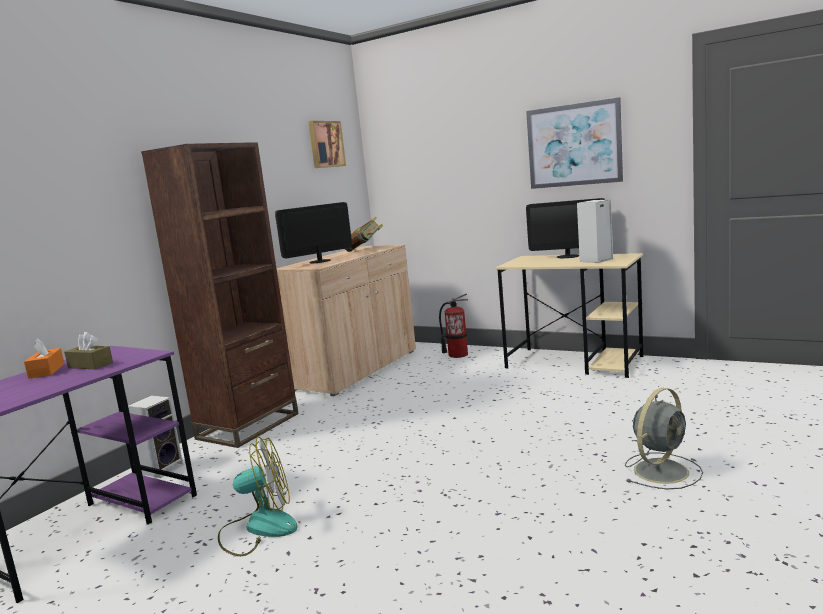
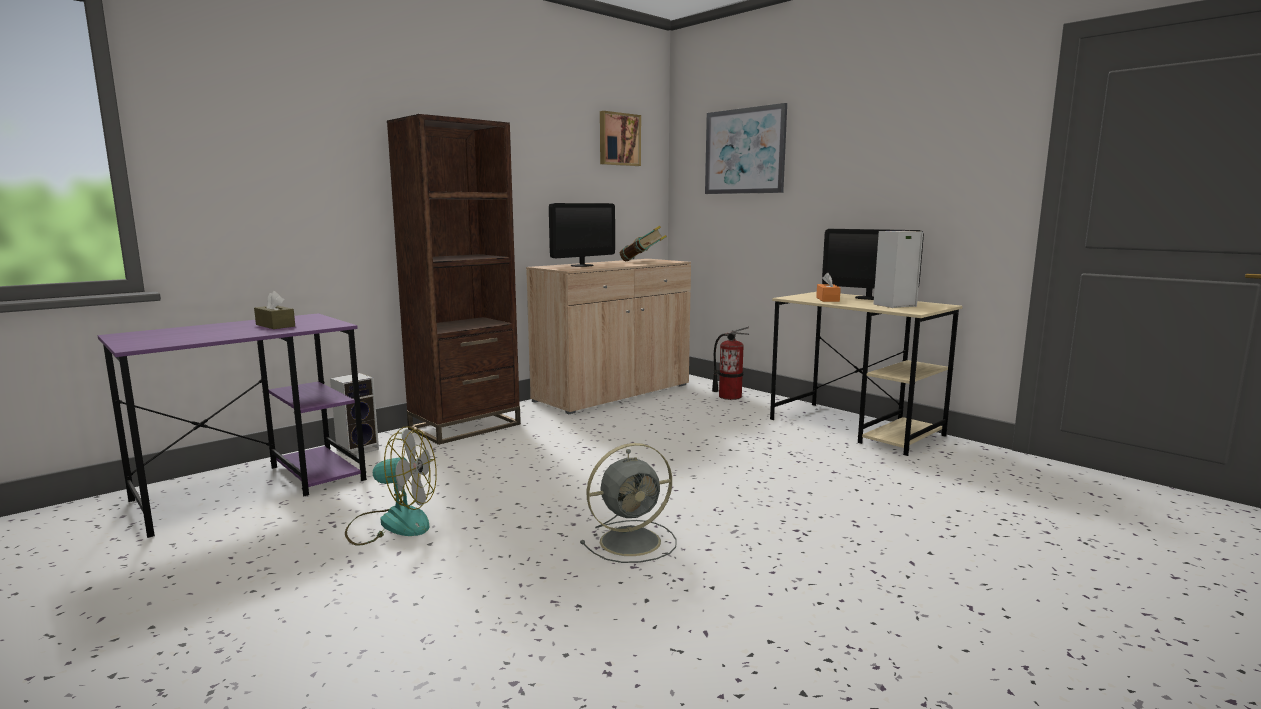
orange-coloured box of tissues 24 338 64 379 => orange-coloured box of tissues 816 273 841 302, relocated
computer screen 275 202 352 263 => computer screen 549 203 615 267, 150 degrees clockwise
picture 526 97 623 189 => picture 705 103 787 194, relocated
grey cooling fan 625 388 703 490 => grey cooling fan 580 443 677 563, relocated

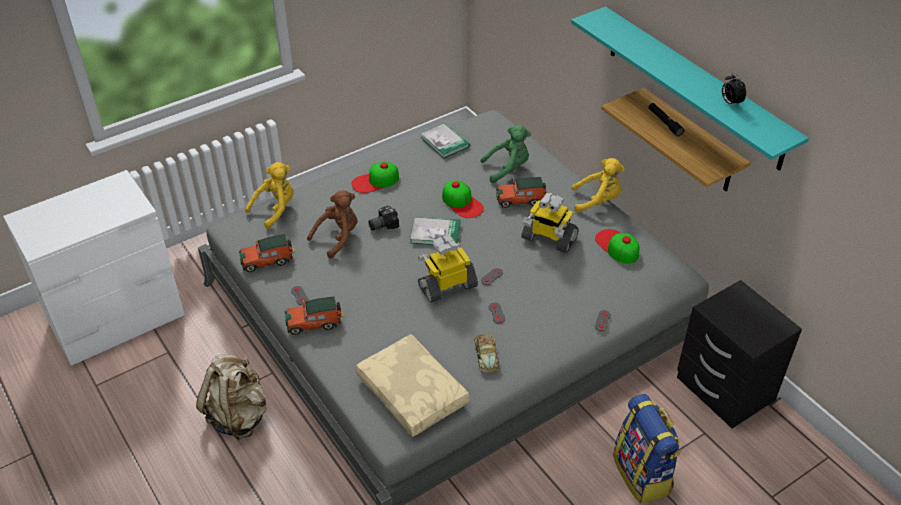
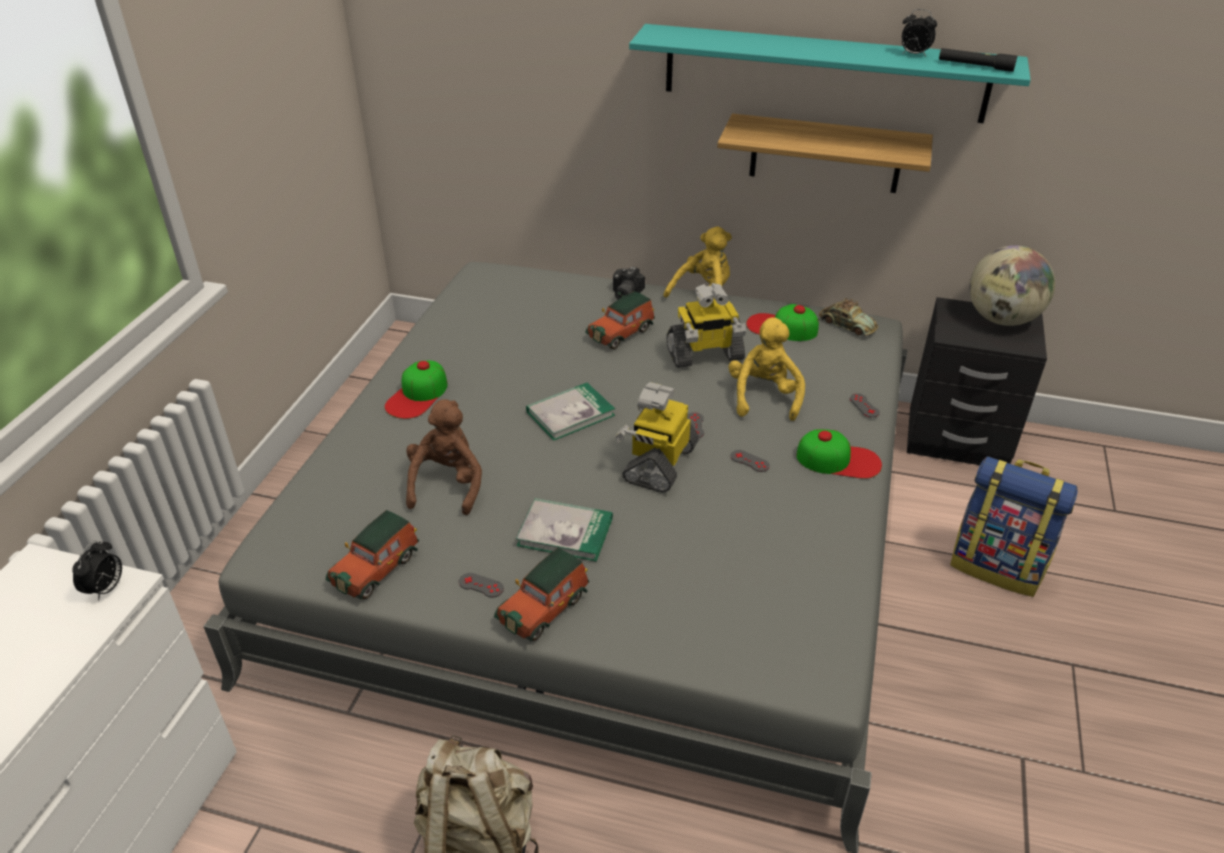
yellow cuddly toy 245 162 294 229 => yellow cuddly toy 729 317 805 421, relocated
sand-coloured throw pillow 355 334 470 437 => nothing
still camera 368 206 399 230 => still camera 613 267 645 300, relocated
bound book 420 123 470 159 => bound book 516 498 613 561, relocated
baseball cap 442 180 484 218 => baseball cap 796 429 882 479, relocated
miniature car 474 334 499 372 => miniature car 819 298 878 336, relocated
greenish cuddly toy 480 125 531 183 => nothing
black hand torch 648 103 684 136 => black hand torch 939 48 1017 72, relocated
nothing => alarm clock 72 540 122 601
nothing => world globe 969 245 1055 326

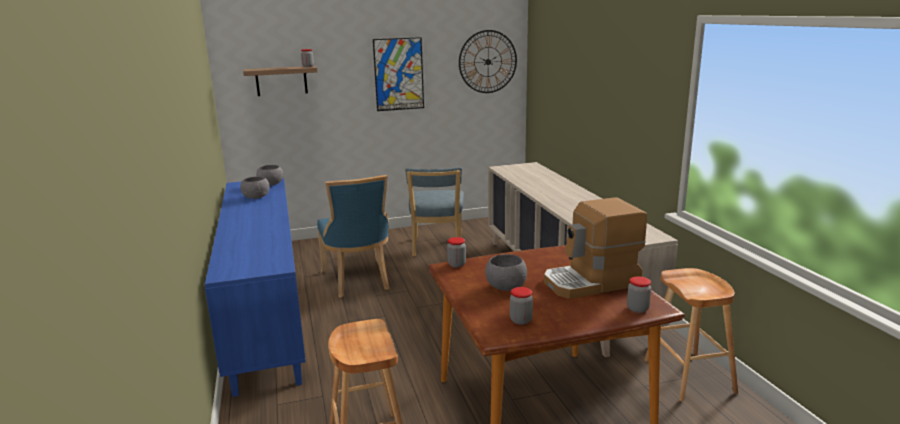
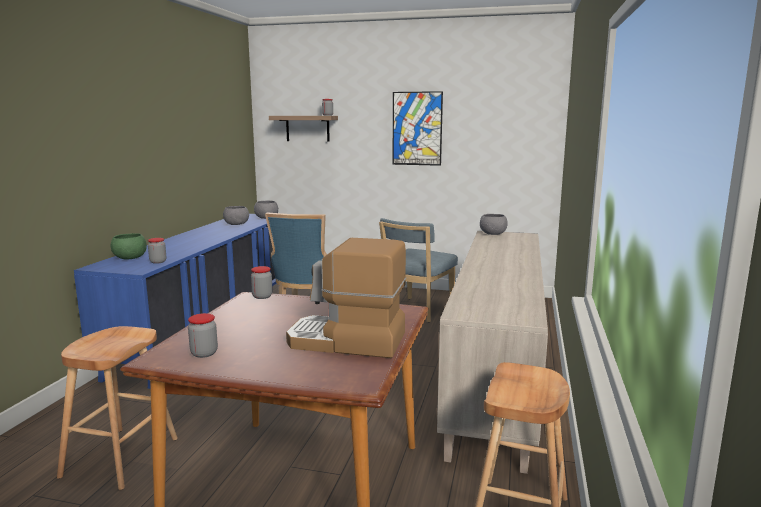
clock on the wall 459 30 517 93 => nothing
grey serving bowl 485 254 527 291 => grey serving bowl 480 214 508 235, relocated
preserve jar 627 276 651 313 => preserve jar 148 238 166 264, relocated
nothing => greenish serving bowl 111 233 147 260

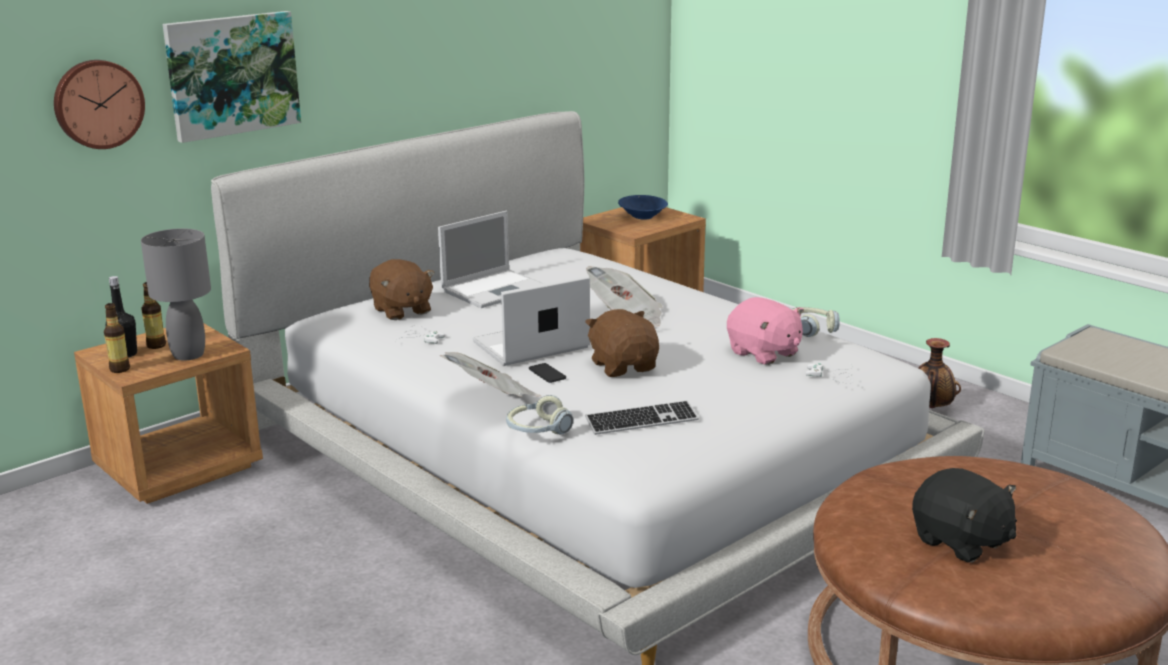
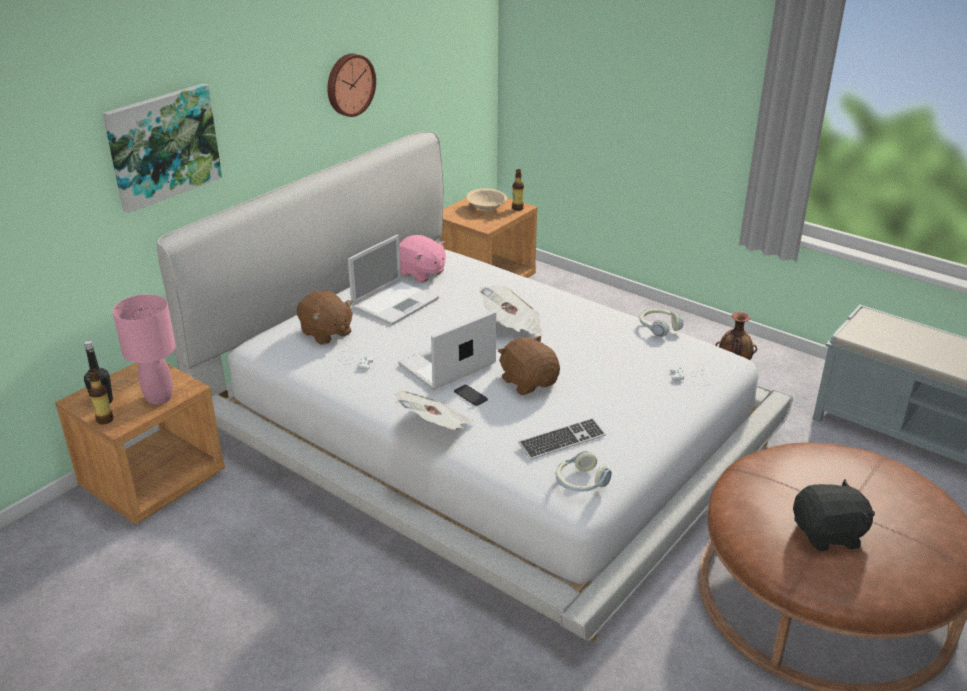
clock on the wall 54 60 145 149 => clock on the wall 327 53 376 117, relocated
grey lamp for a table 141 228 211 361 => pink lamp for a table 112 294 176 405
drink bottle 141 282 166 349 => drink bottle 512 169 524 211, relocated
pair of headphones 506 395 573 434 => pair of headphones 556 451 612 492, relocated
blue-coloured serving bowl 618 195 668 220 => sand-coloured serving bowl 466 189 507 212
pink cuddly toy 727 297 804 365 => pink cuddly toy 399 235 446 282, relocated
black cuddly toy 912 468 1017 563 => black cuddly toy 793 479 875 551, 45 degrees counterclockwise

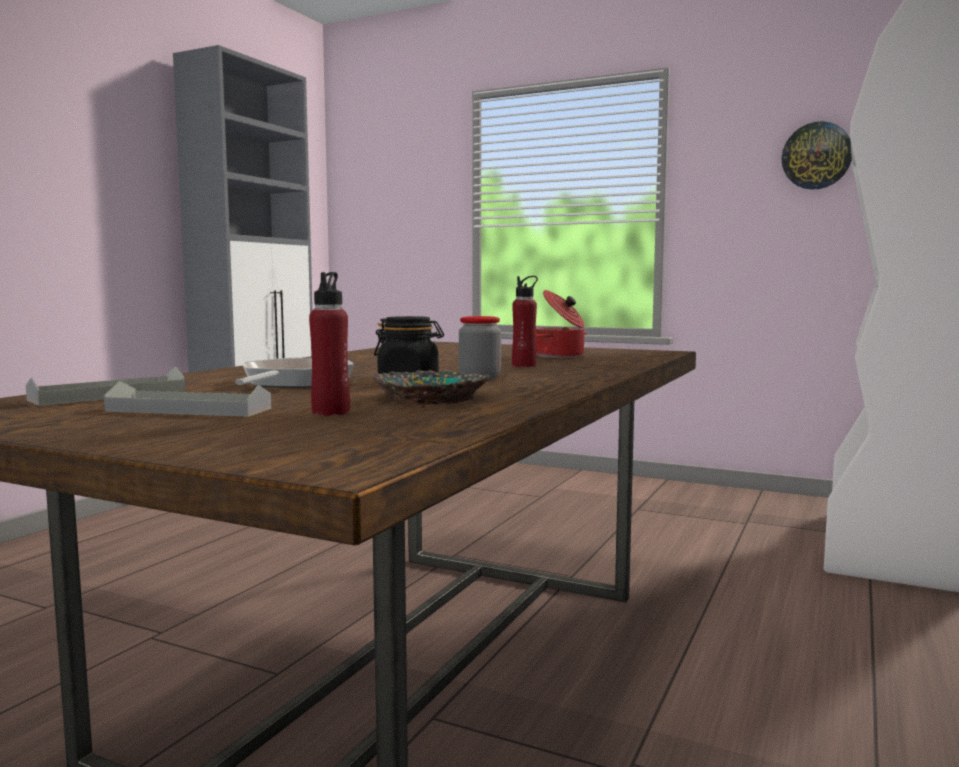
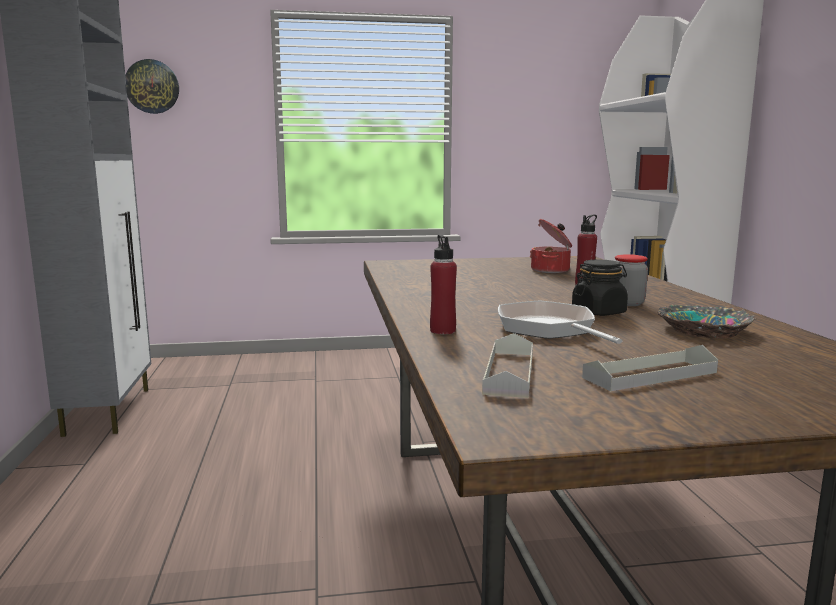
red drink bottle 309 272 350 416 => red drink bottle 430 235 457 334, relocated
clock on the wall 782 121 852 190 => clock on the wall 125 59 179 114, relocated

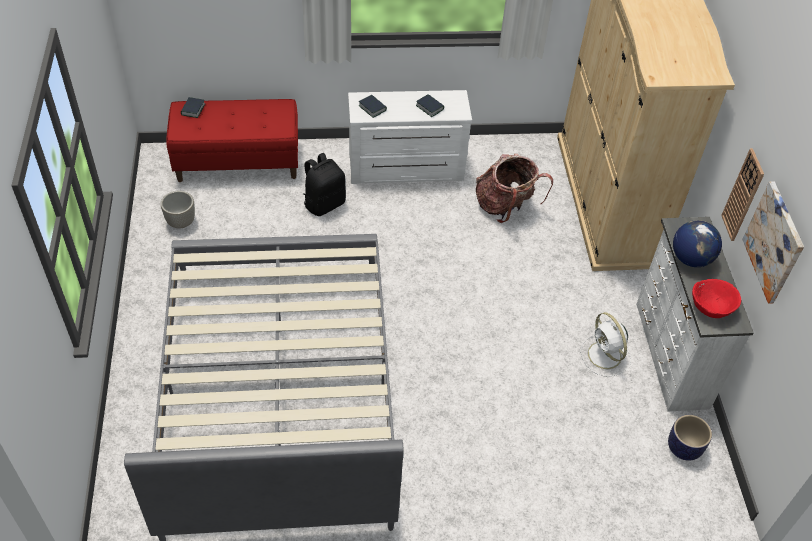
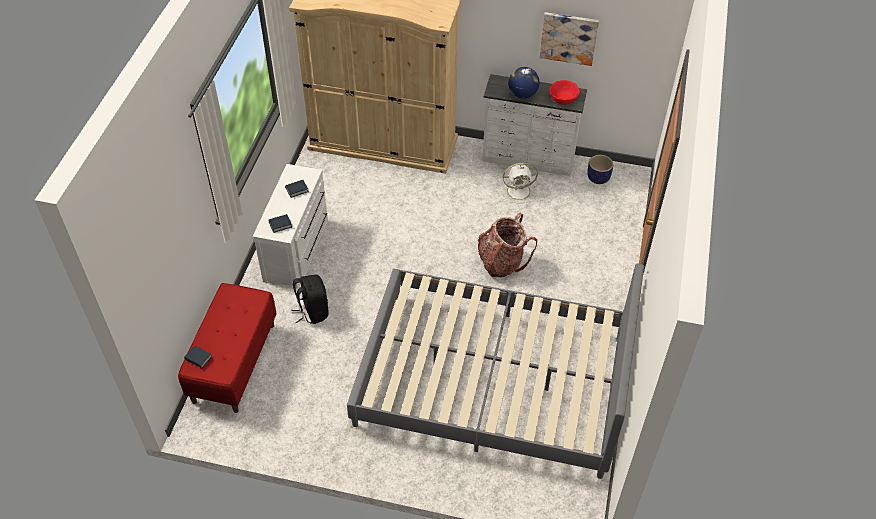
grey planter 161 191 195 228 => nothing
knapsack 476 154 553 223 => knapsack 478 213 537 278, relocated
clock on the wall 721 148 764 241 => nothing

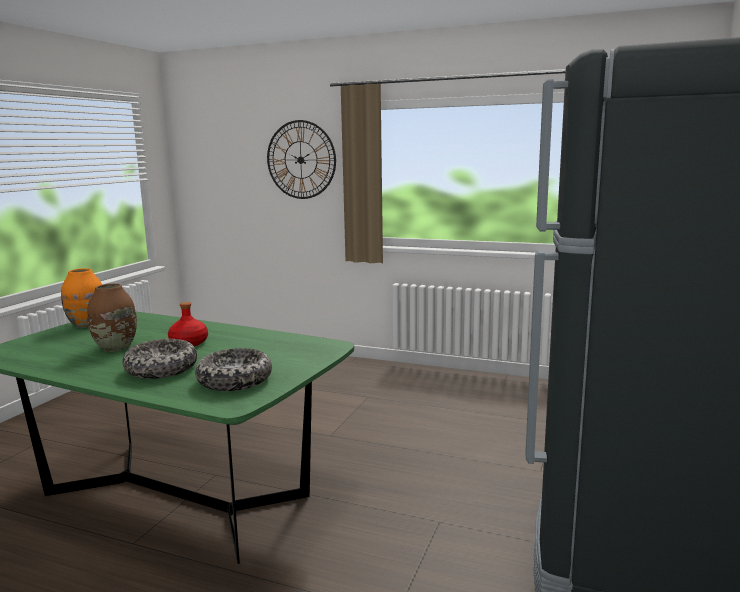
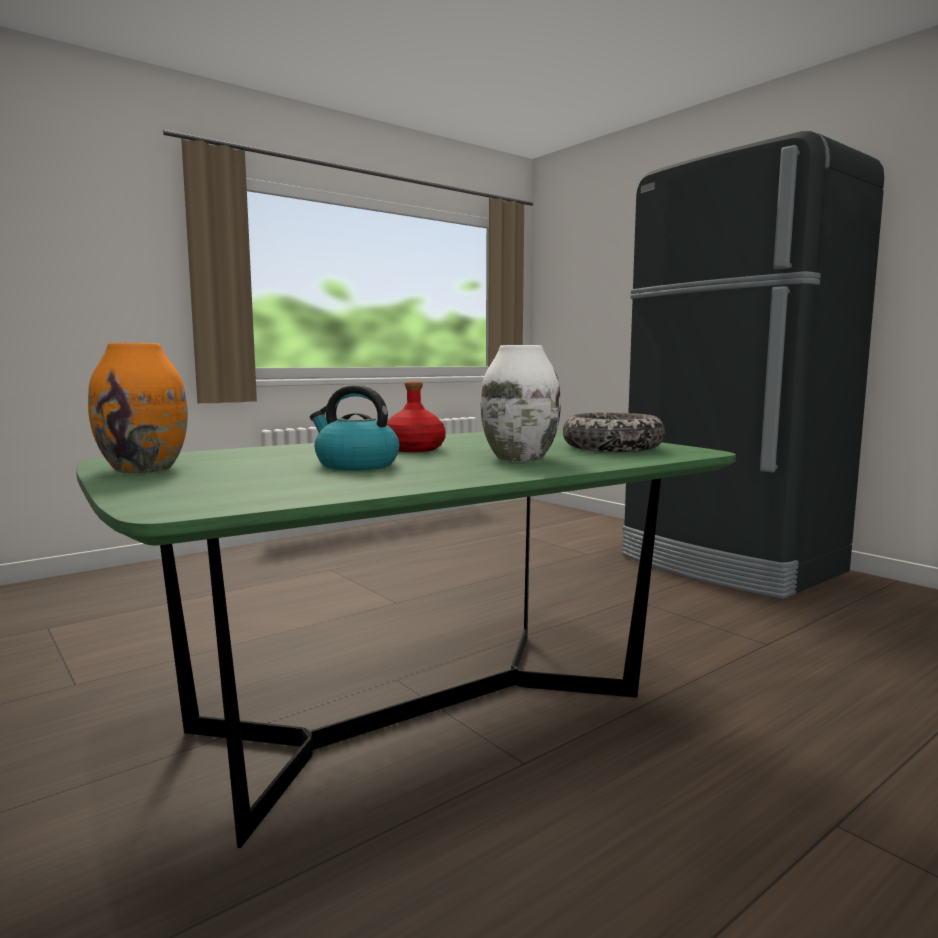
brown vase 87 284 137 352 => water kettle 310 385 399 470
serving bowl 122 339 197 379 => white vase 480 345 561 462
clock on the wall 267 120 336 199 => nothing

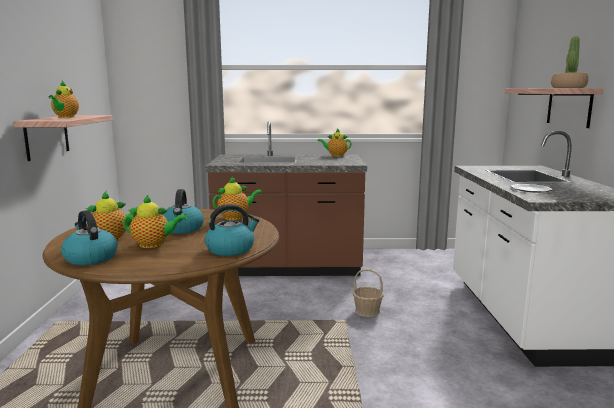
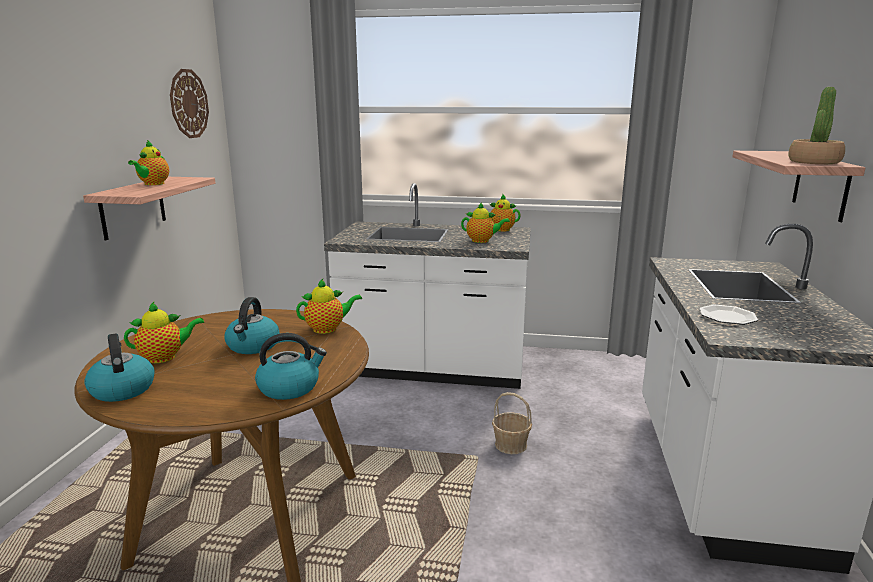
tea pot 123 195 187 248 => tea pot 461 203 510 243, relocated
brown counter 206 121 367 276 => white counter 324 183 531 389
nothing => clock on the wall 170 69 209 138

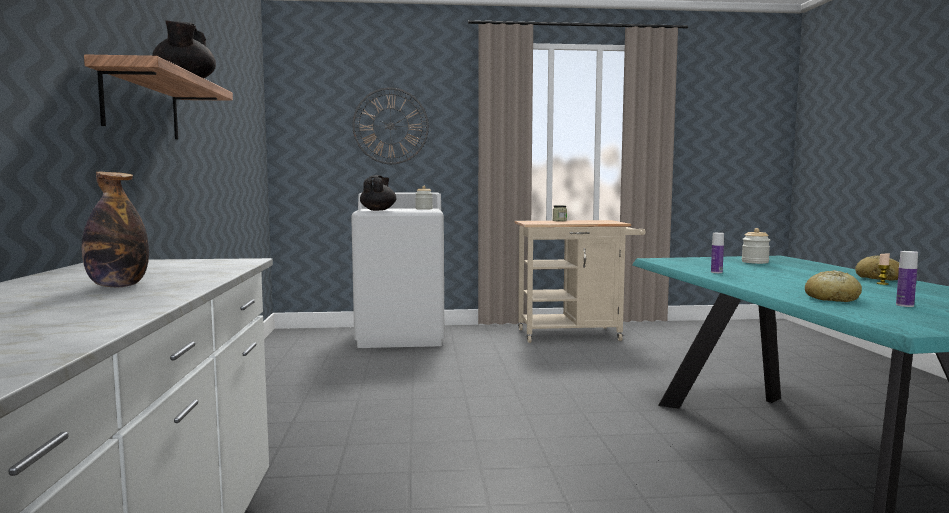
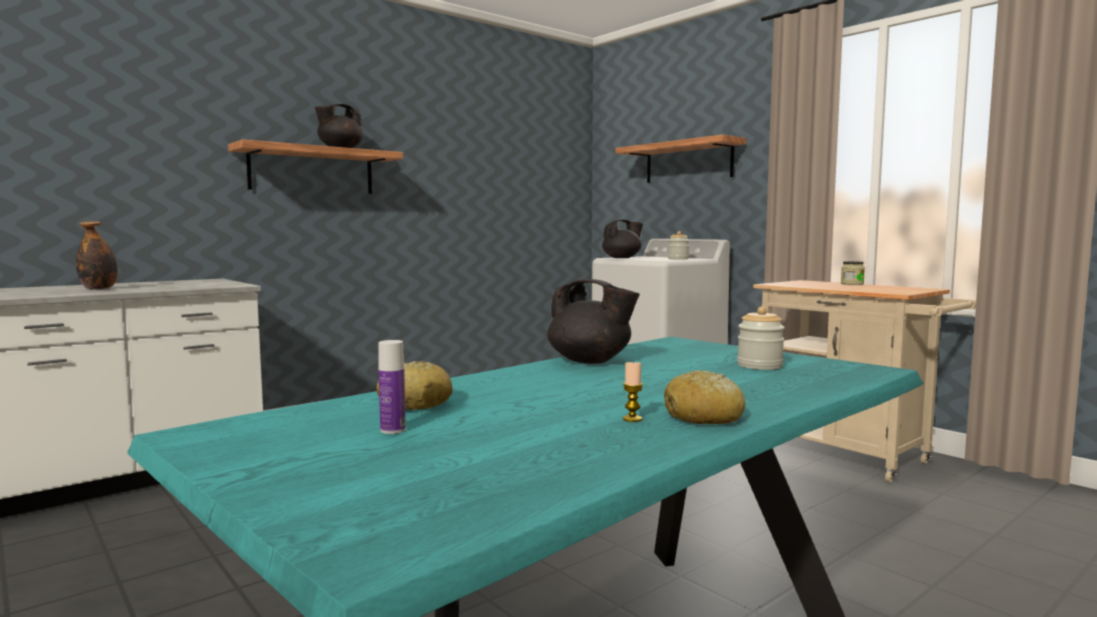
clock on the wall 352 88 429 164 => bracket shelf 616 135 746 183
drink bottle 711 233 724 273 => black tea pot 547 279 640 364

